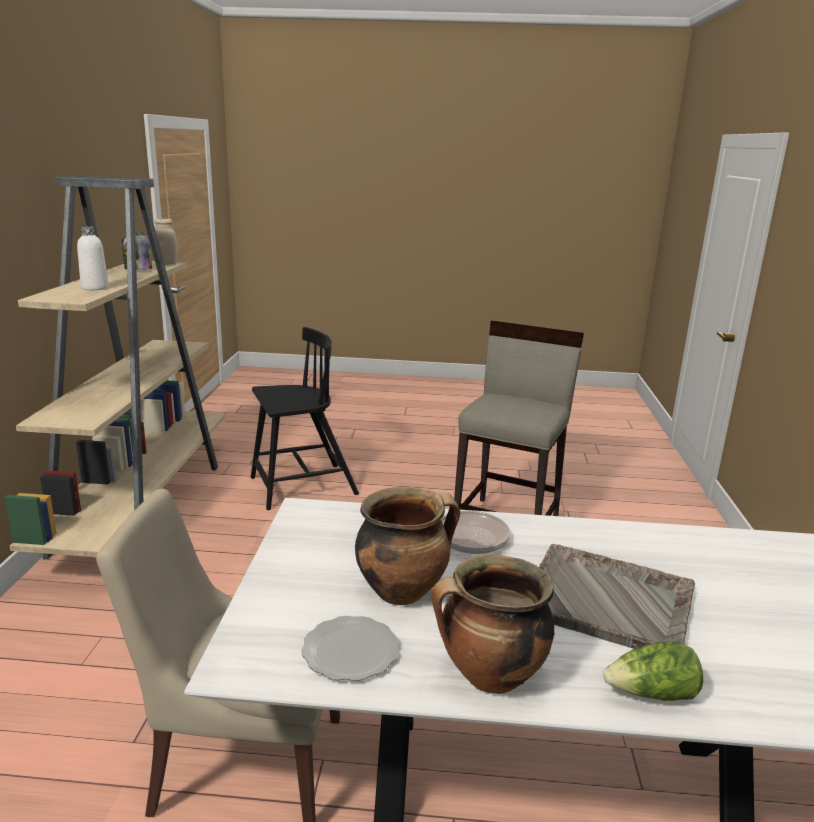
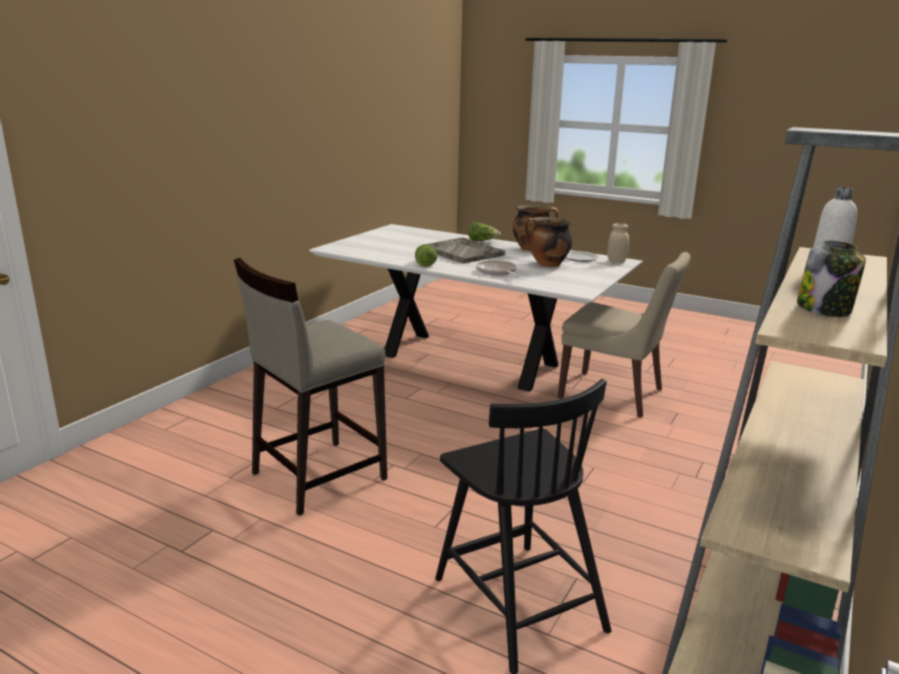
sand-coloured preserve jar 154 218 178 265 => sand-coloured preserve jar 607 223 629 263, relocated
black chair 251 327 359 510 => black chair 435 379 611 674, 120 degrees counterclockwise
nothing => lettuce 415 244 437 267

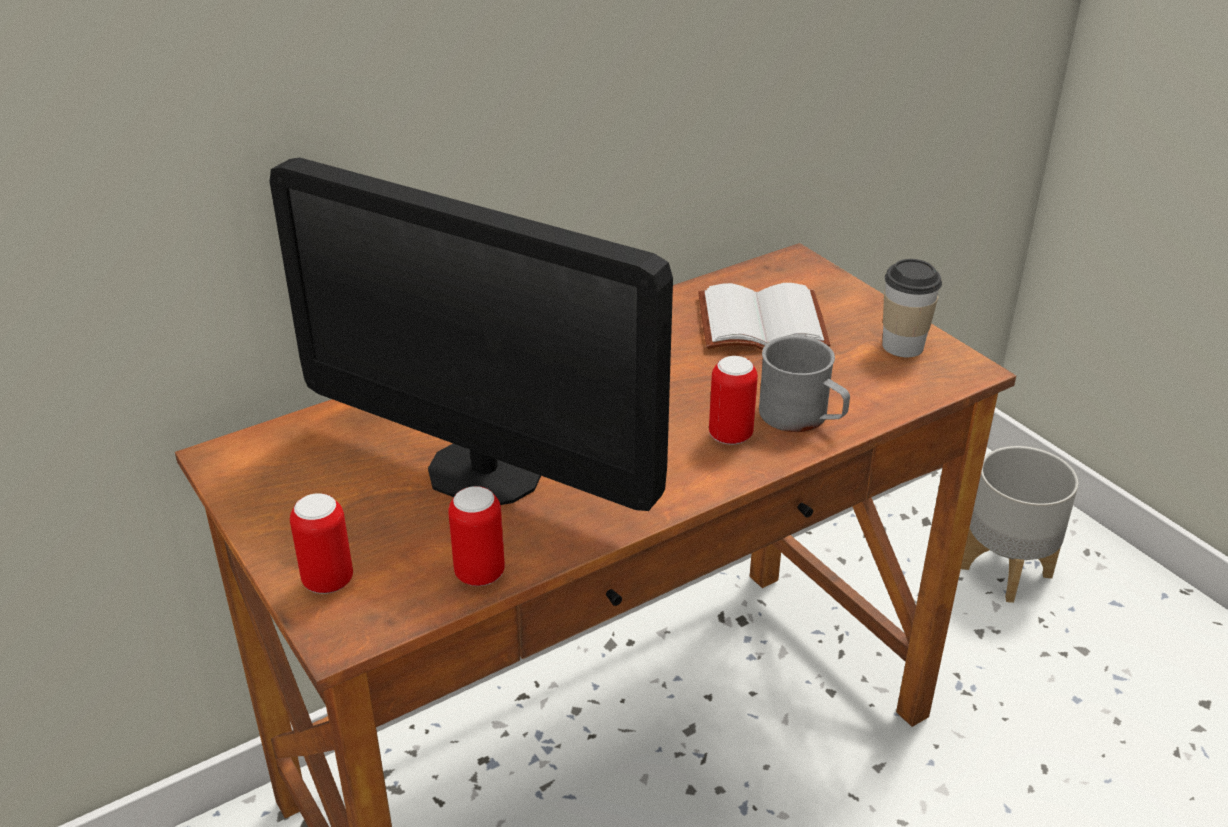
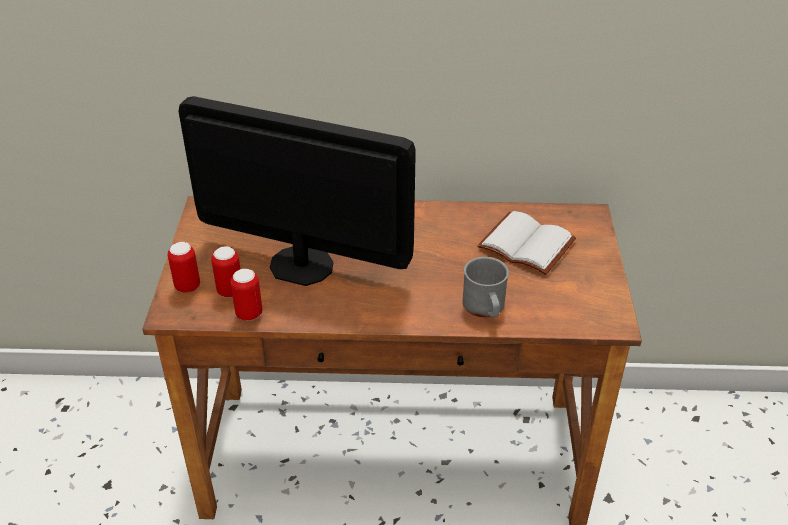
computer screen 270 158 673 511 => computer screen 178 96 416 286, 135 degrees clockwise
sealed can 709 356 758 445 => sealed can 211 246 240 298, relocated
cup 882 259 942 357 => nothing
grey planter 961 446 1078 603 => nothing

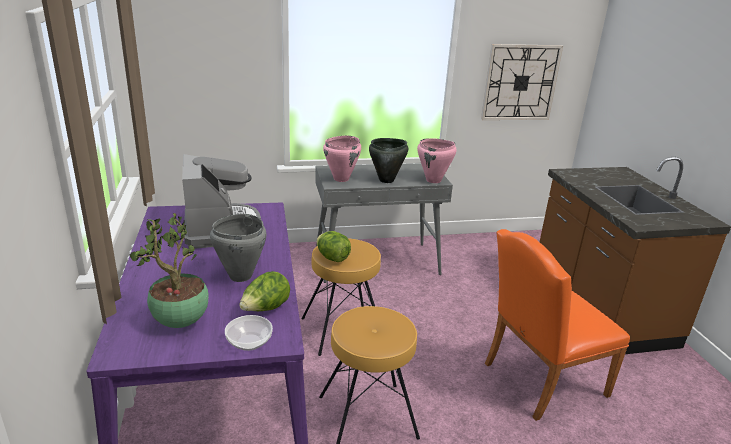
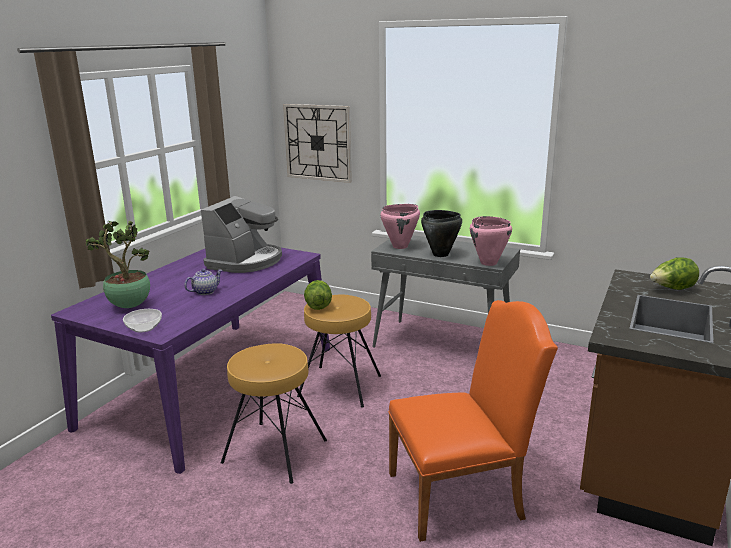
grey saucepot 210 214 267 282 => tea pot 184 269 223 295
lettuce 239 271 290 311 => lettuce 650 257 699 290, relocated
clock on the wall 481 44 563 120 => clock on the wall 283 104 352 183, relocated
orange-coloured chair 485 229 630 421 => orange-coloured chair 388 300 558 542, 150 degrees clockwise

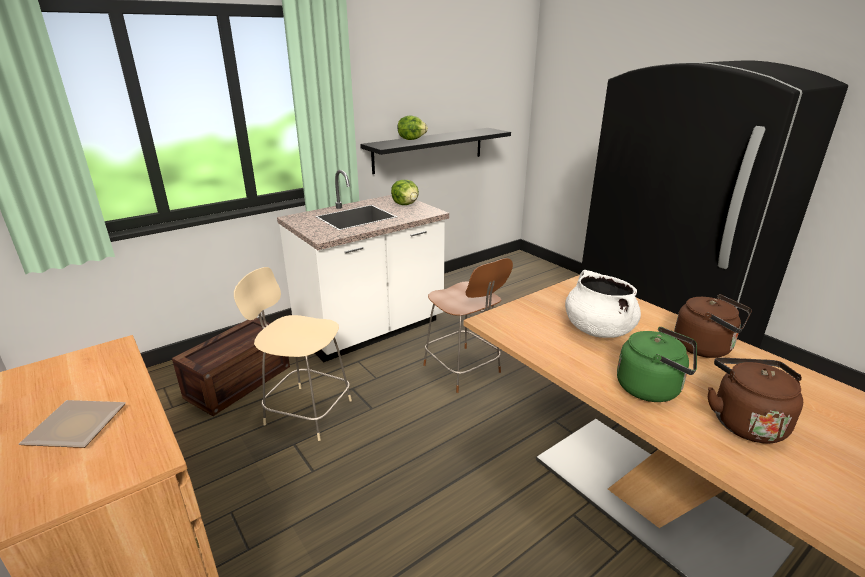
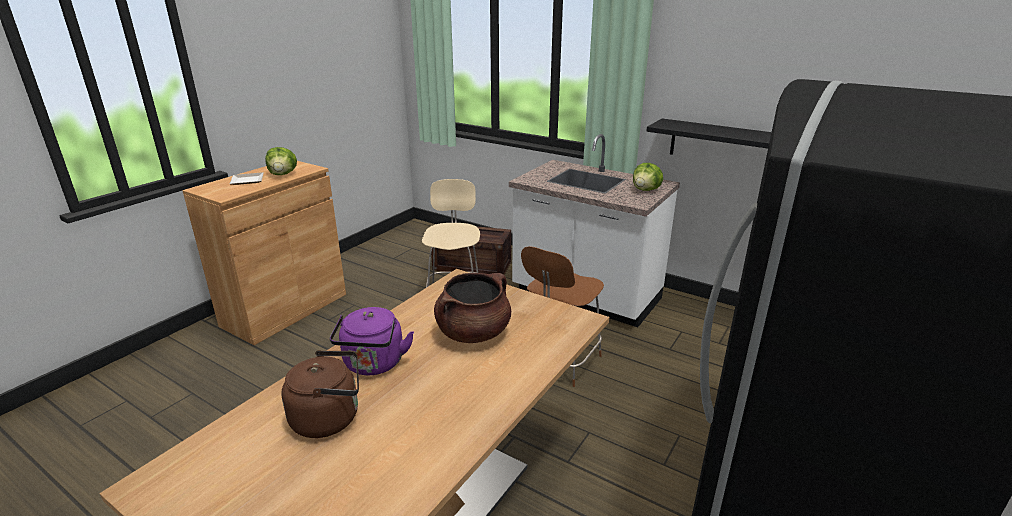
lettuce 398 115 428 140 => lettuce 265 147 297 175, relocated
white saucepot 565 270 641 338 => brown saucepot 434 273 511 343
greenish water kettle 617 327 697 402 => purple water kettle 330 307 414 375
brown water kettle 674 294 752 358 => nothing

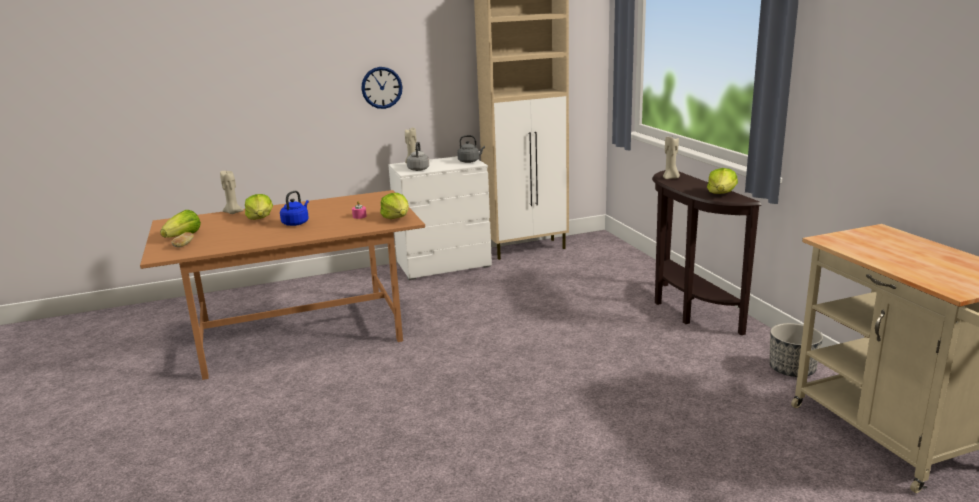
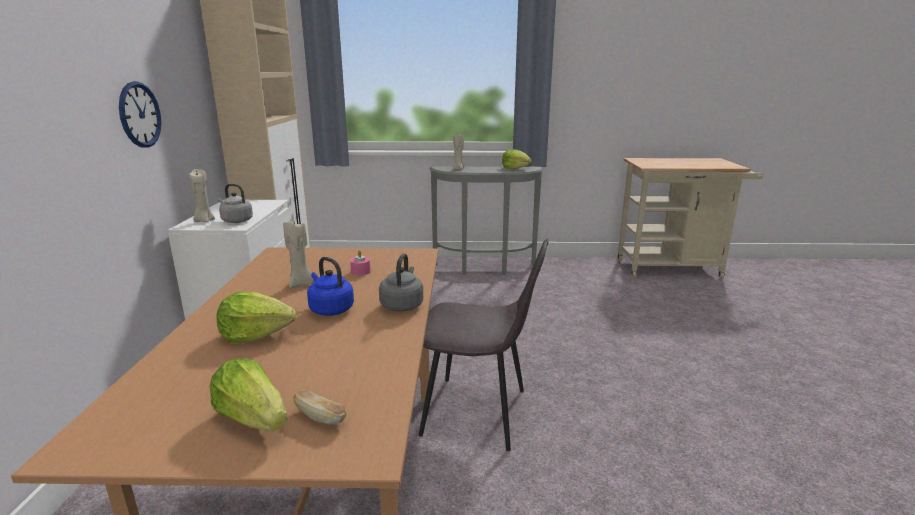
sand-coloured candle 220 170 244 214 => sand-coloured candle 283 220 314 288, relocated
lettuce 380 193 409 219 => nothing
grey water kettle 457 135 485 163 => grey water kettle 379 253 423 312, relocated
brown narrow table 652 170 761 335 => grey narrow table 429 166 543 275
planter 769 323 823 377 => nothing
nothing => grey chair 419 239 549 451

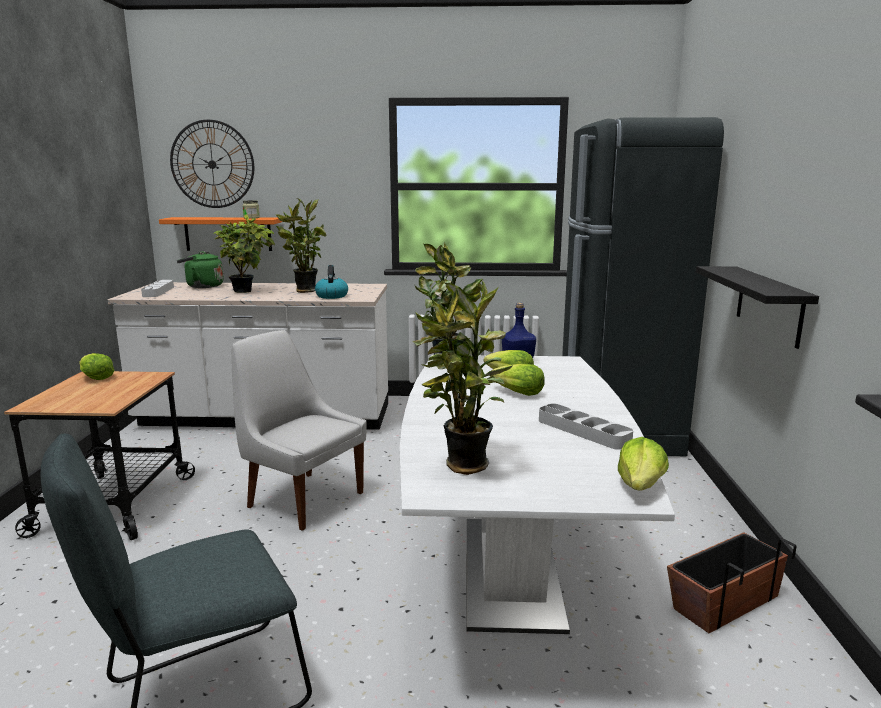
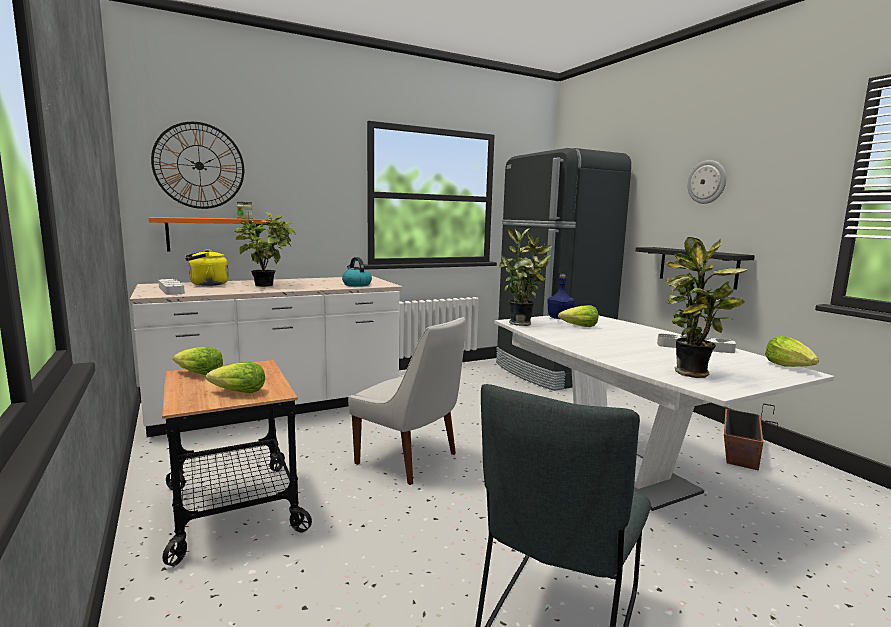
greenish water kettle 177 251 224 288 => yellow water kettle 185 249 229 286
white chair 231 330 367 531 => white chair 348 317 466 485, 150 degrees counterclockwise
plant in a pot 276 198 326 293 => nothing
lettuce 490 364 545 396 => lettuce 206 362 265 393, relocated
nothing => clock on the wall 687 160 726 204

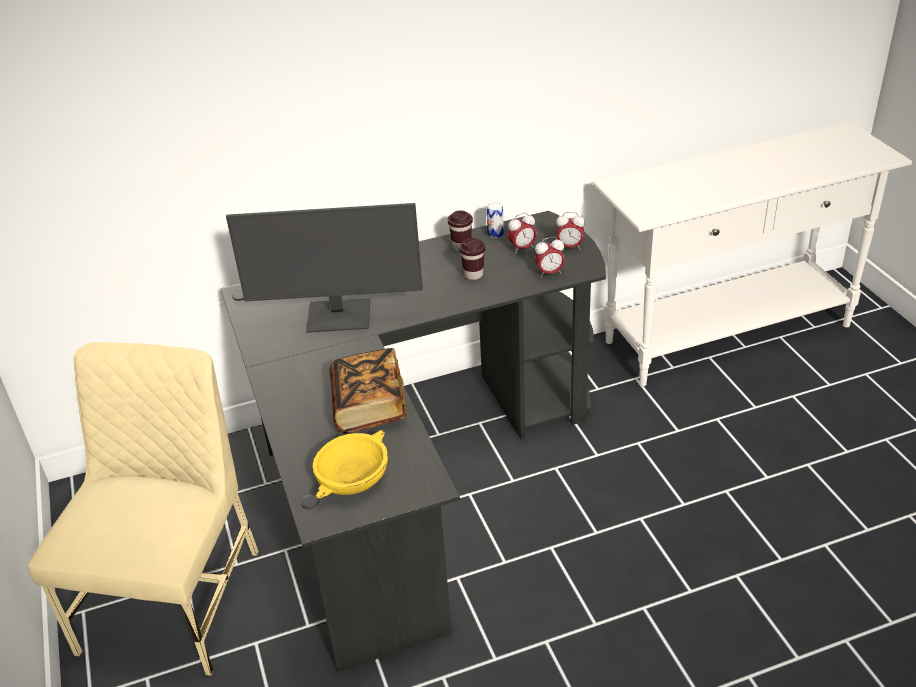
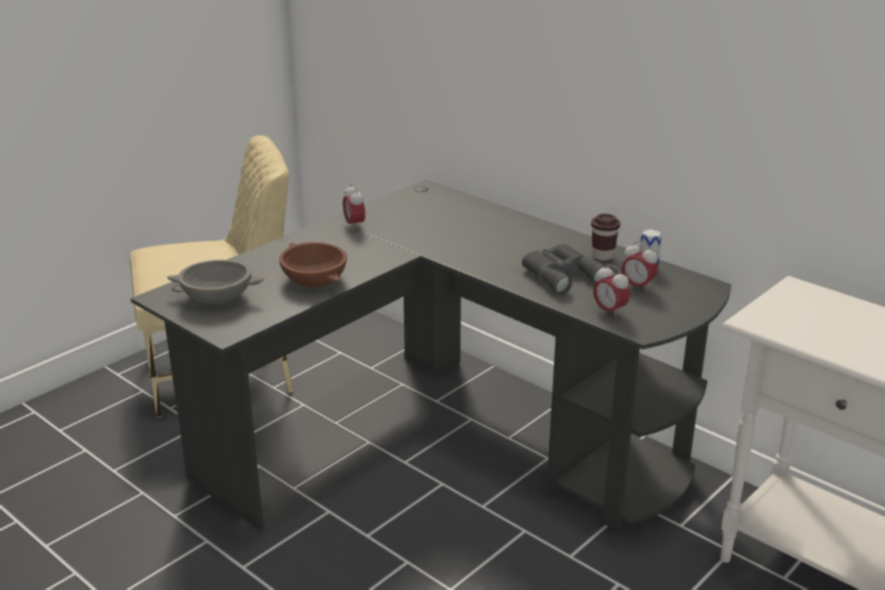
computer screen 226 203 423 333 => nothing
yellow serving bowl 313 430 388 498 => grey serving bowl 167 260 264 304
bound book 330 348 407 434 => brown serving bowl 279 242 347 287
brown cup 459 238 485 280 => grey field glasses 522 244 608 295
alarm clock 556 212 585 250 => alarm clock 343 183 365 230, relocated

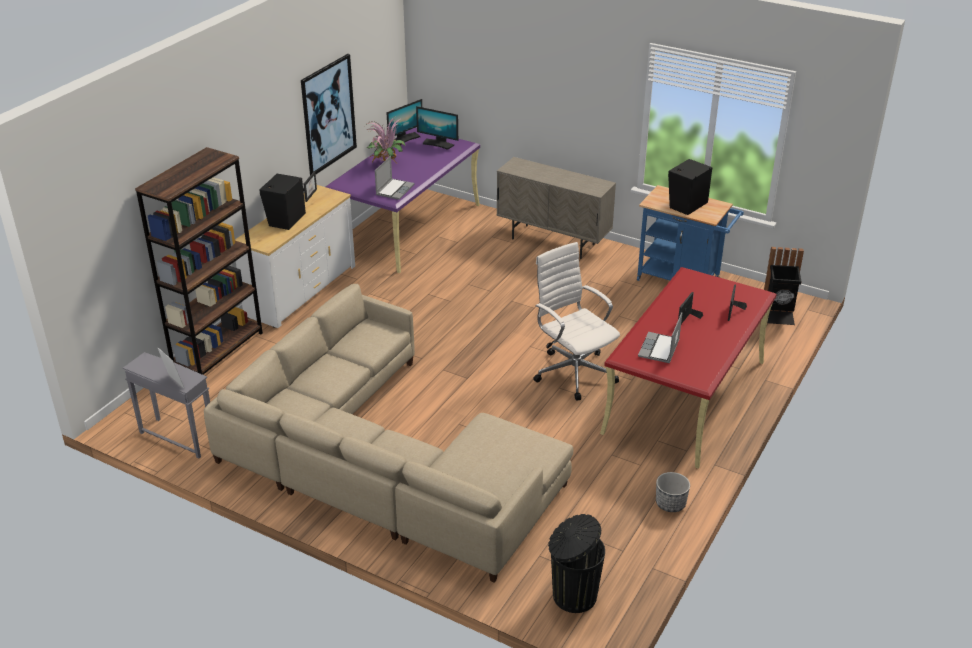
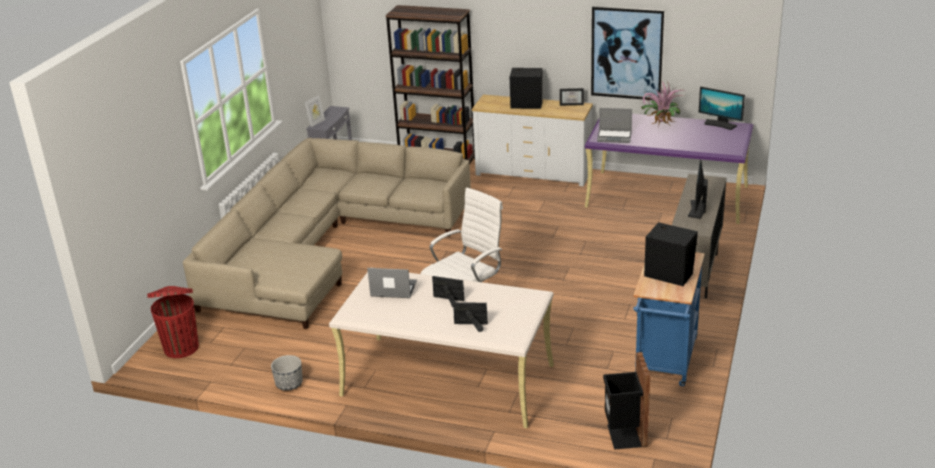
computer screen 416 106 458 150 => computer screen 688 159 708 219, relocated
black rubbish bin 548 514 605 613 => red rubbish bin 147 286 199 358
red desk table 600 267 777 469 => sand-coloured desk table 329 272 554 428

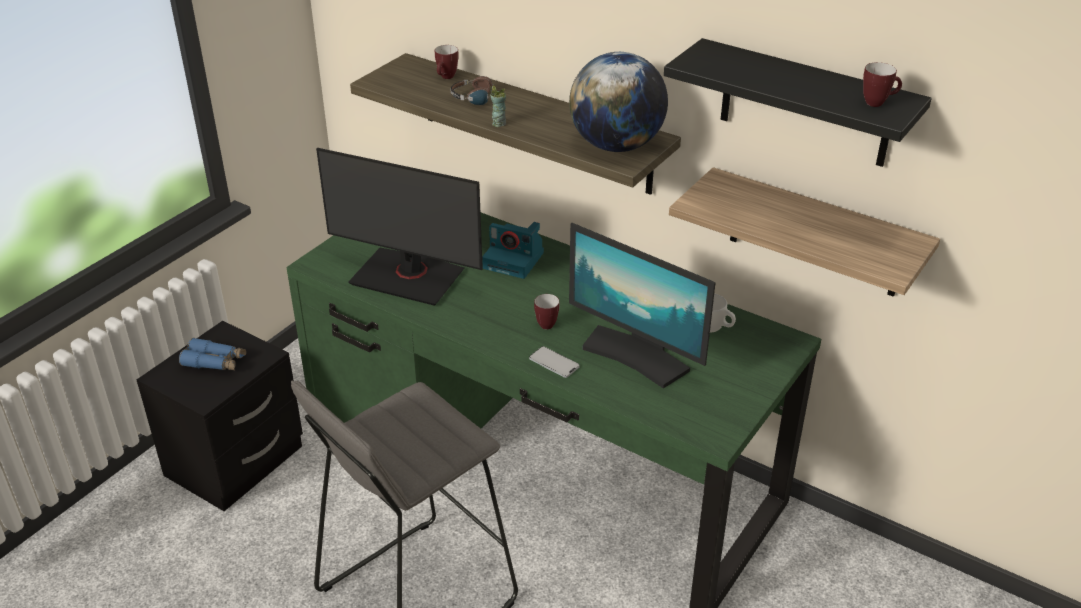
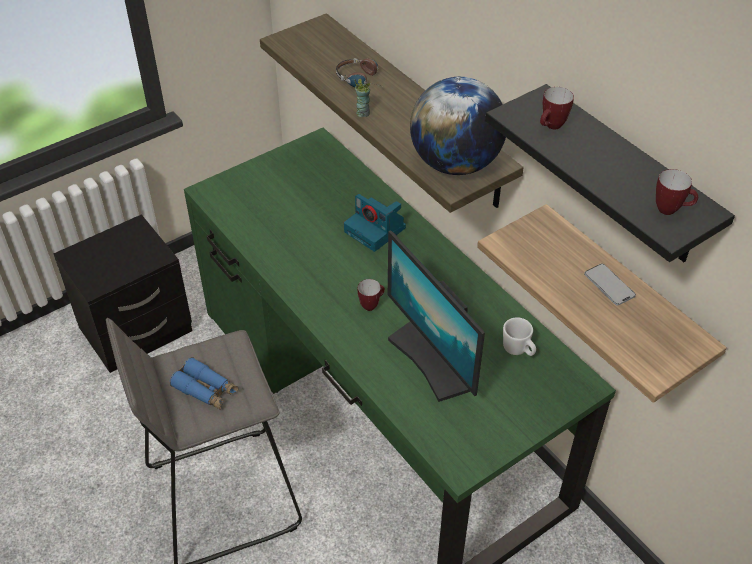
blue-coloured field glasses 179 338 246 370 => blue-coloured field glasses 170 357 238 410, relocated
computer screen 316 148 483 306 => nothing
coffee mug 435 45 459 79 => coffee mug 540 87 574 129, relocated
telephone 529 346 580 378 => telephone 584 264 636 306, relocated

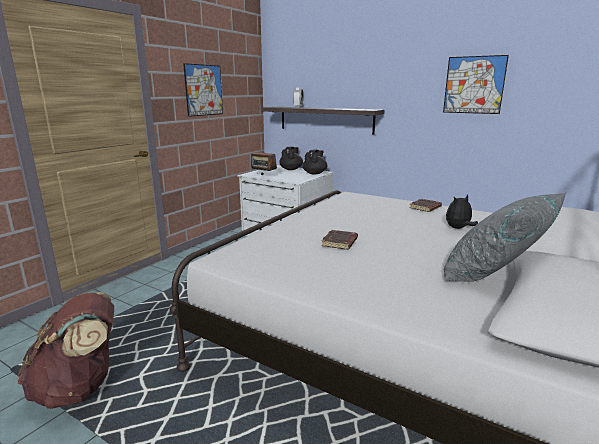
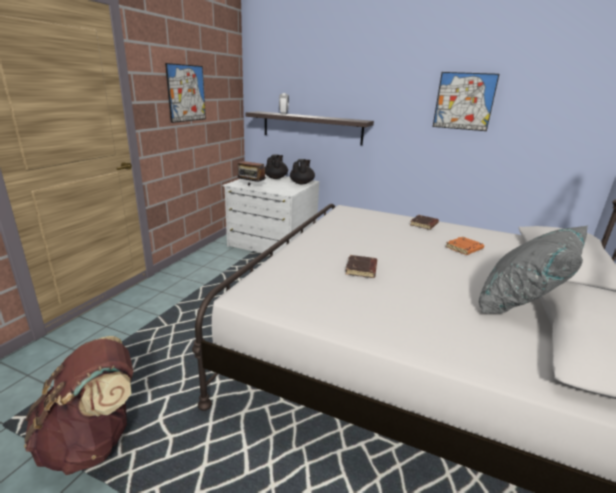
cuddly toy 446 194 478 229 => orange-coloured bound book 445 237 484 255

